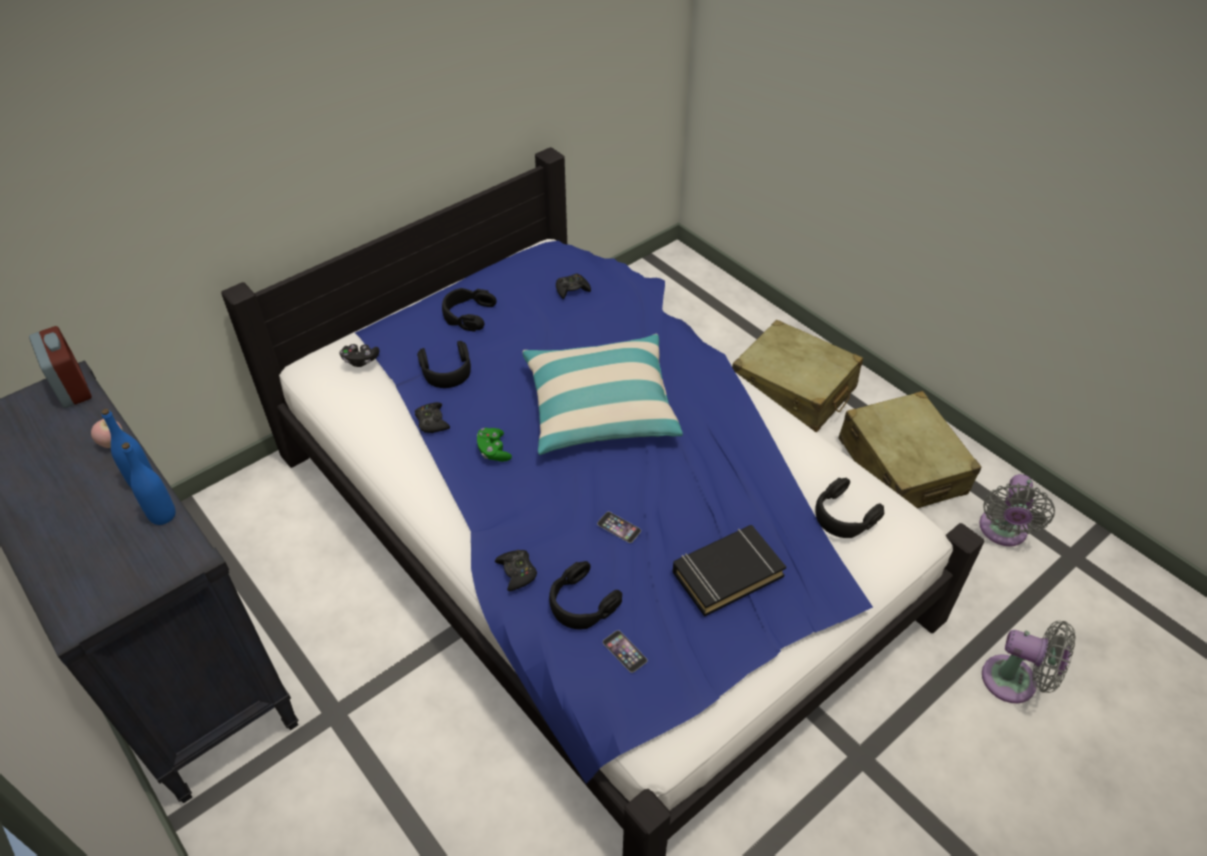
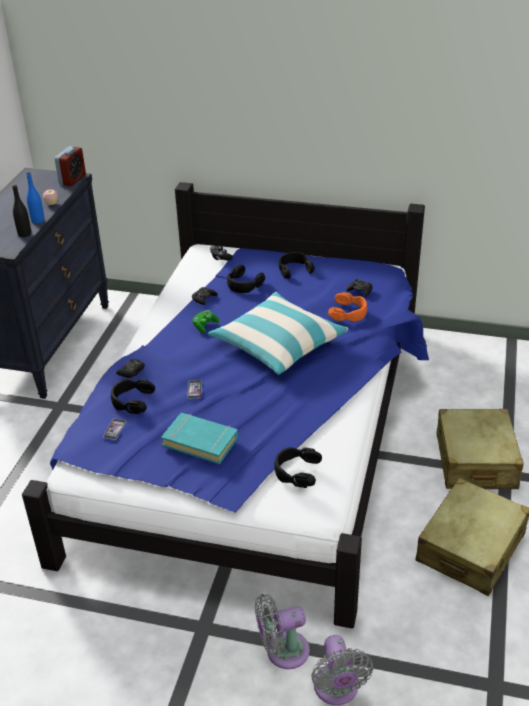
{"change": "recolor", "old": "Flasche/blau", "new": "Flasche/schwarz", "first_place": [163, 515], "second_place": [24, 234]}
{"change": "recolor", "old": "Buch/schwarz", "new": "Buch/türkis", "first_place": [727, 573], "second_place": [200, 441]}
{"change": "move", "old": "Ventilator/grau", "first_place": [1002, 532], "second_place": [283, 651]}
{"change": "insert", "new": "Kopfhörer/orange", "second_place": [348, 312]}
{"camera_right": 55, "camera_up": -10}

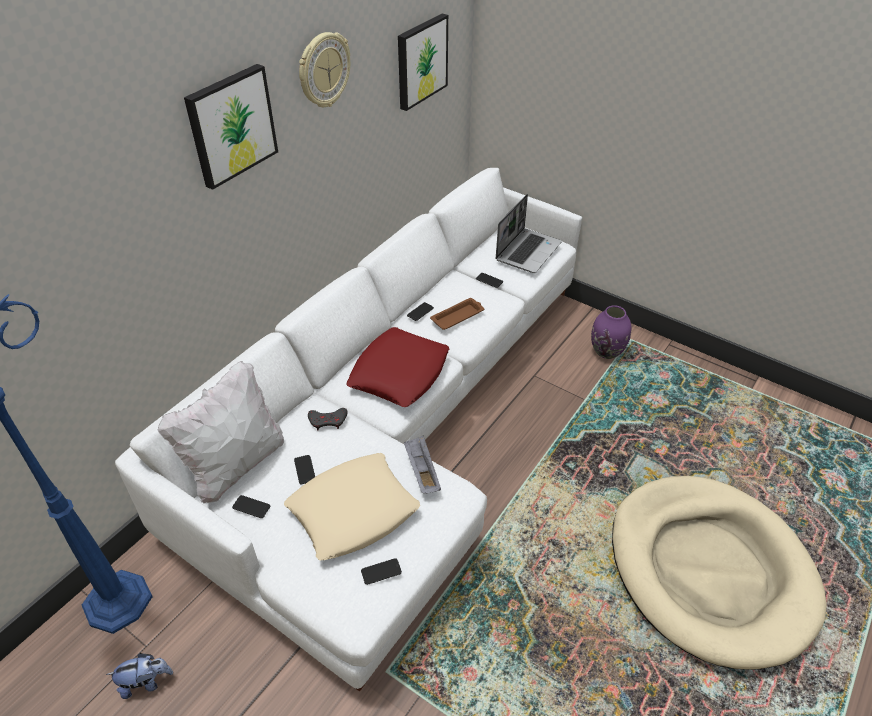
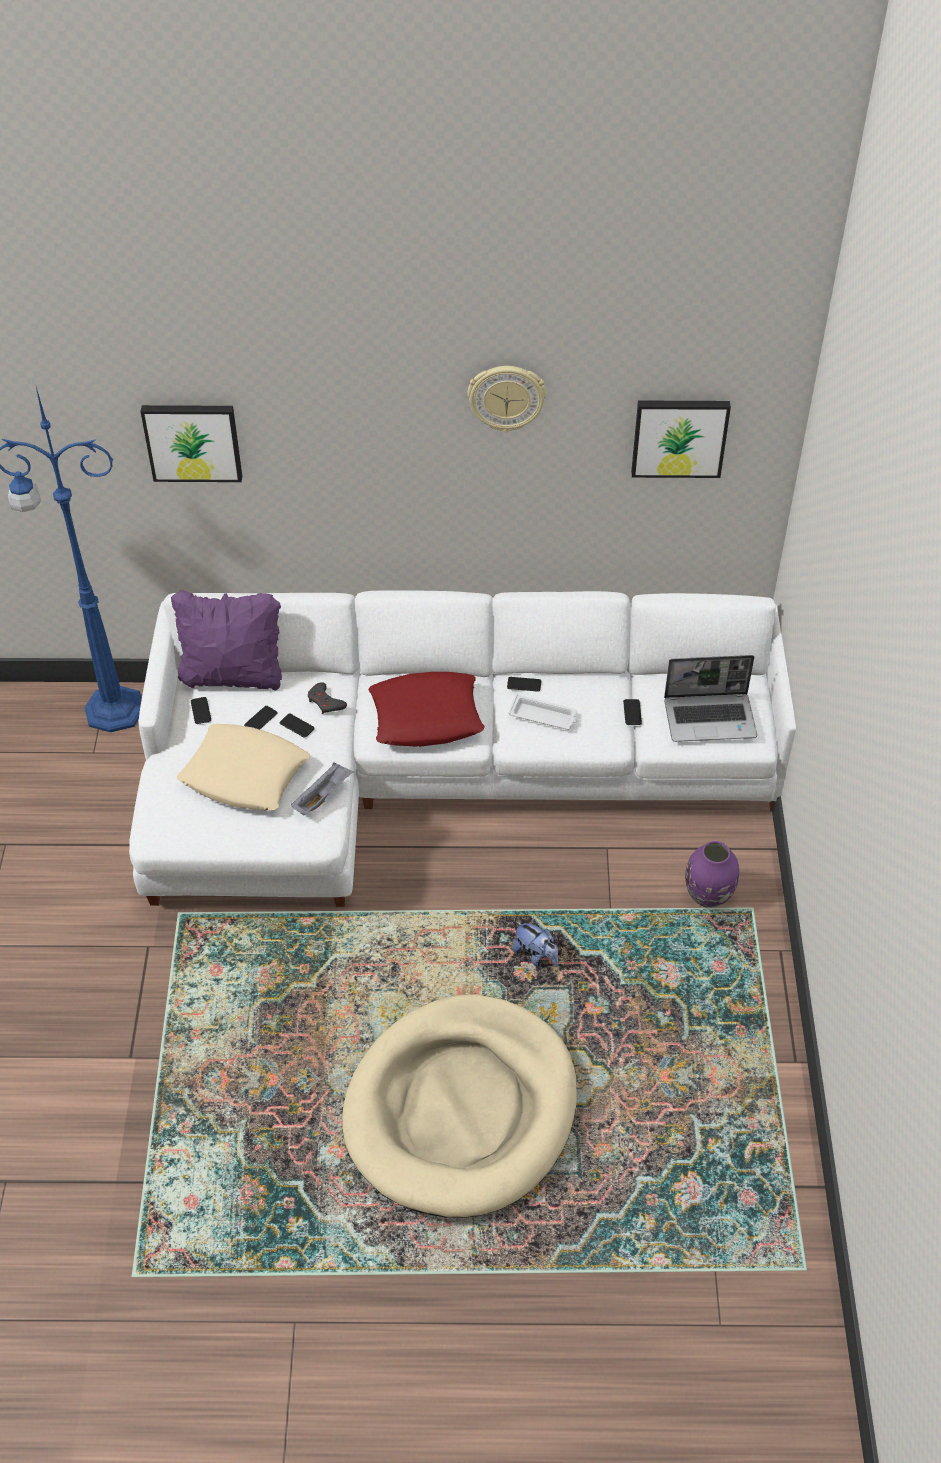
{"change": "move", "old": "Plüschtier", "first_place": [146, 682], "second_place": [536, 955]}
{"change": "recolor", "old": "Kissen/weiß", "new": "Kissen/lila", "first_place": [236, 466], "second_place": [233, 676]}
{"change": "move", "old": "Bild", "first_place": [231, 125], "second_place": [193, 441]}
{"change": "move", "old": "Handy", "first_place": [381, 572], "second_place": [297, 726]}
{"change": "recolor", "old": "Tablett/braun", "new": "Tablett/weiß", "first_place": [458, 316], "second_place": [543, 716]}
{"camera_right": 55, "camera_up": 5}

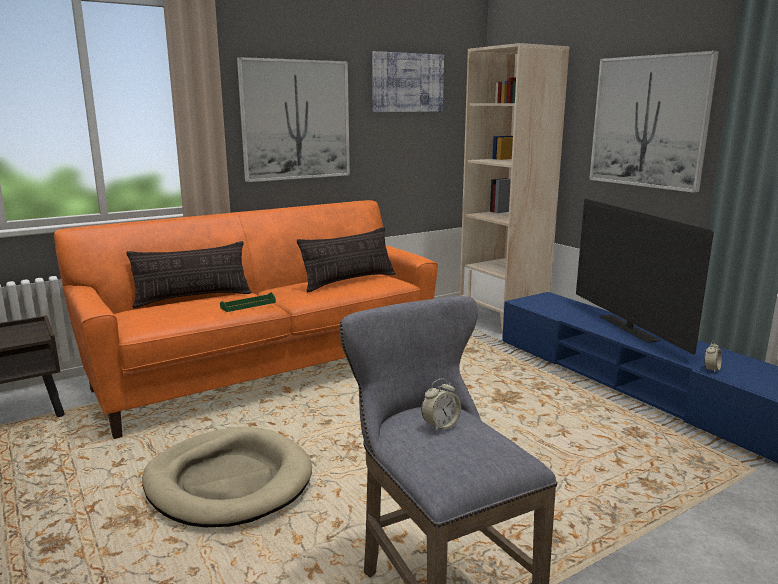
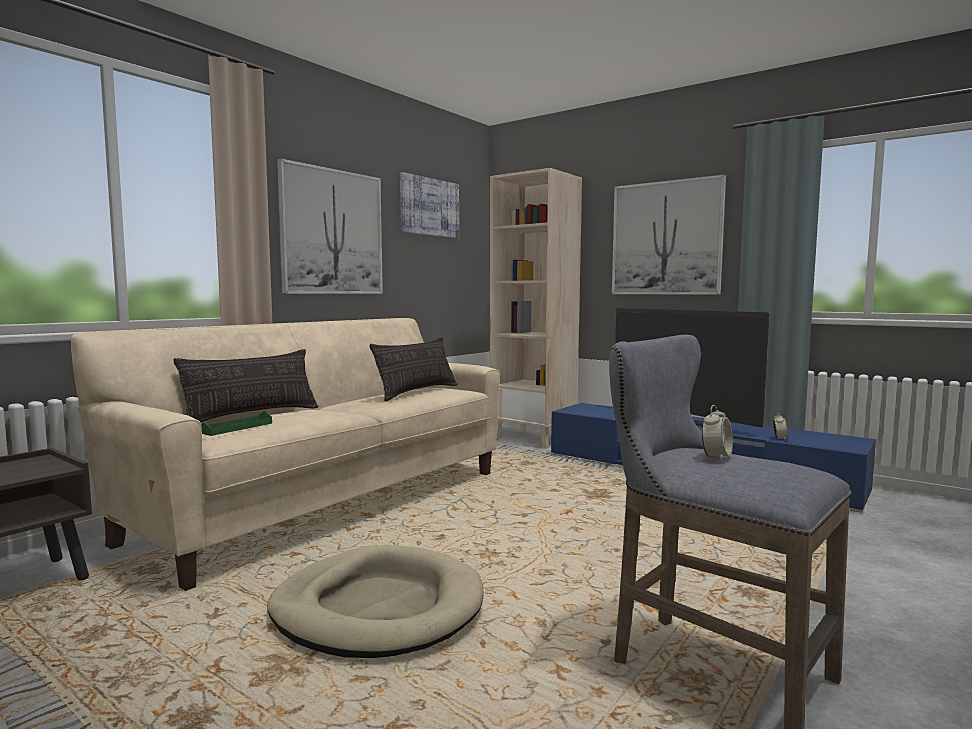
{"change": "recolor", "old": "Sofa/orange", "new": "Sofa/beige", "first_place": [266, 373], "second_place": [329, 504]}
{"change": "move", "old": "Tablett/grün", "first_place": [248, 305], "second_place": [236, 428]}
{"camera_right": -20, "camera_up": -10}

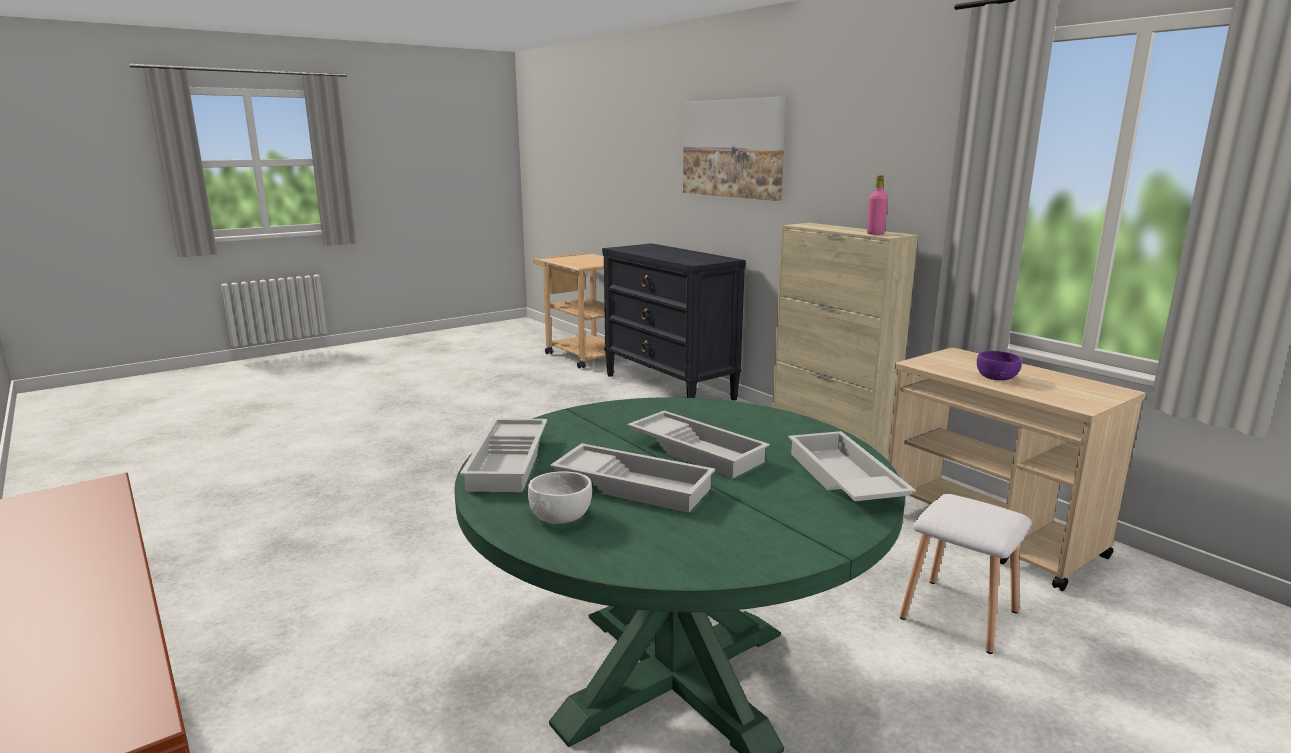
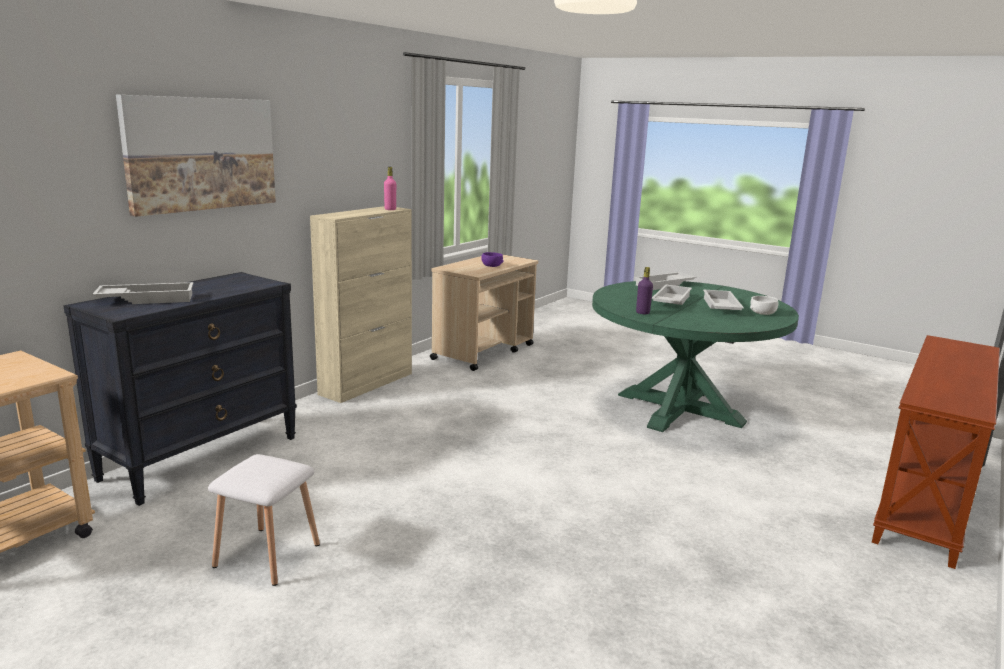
{"change": "move", "old": "Tablett/weiß", "first_place": [510, 462], "second_place": [147, 299]}
{"change": "move", "old": "Hocker/weiß", "first_place": [961, 615], "second_place": [267, 554]}
{"change": "insert", "new": "Flasche/lila", "second_place": [642, 313]}
{"camera_right": -110, "camera_up": 0}

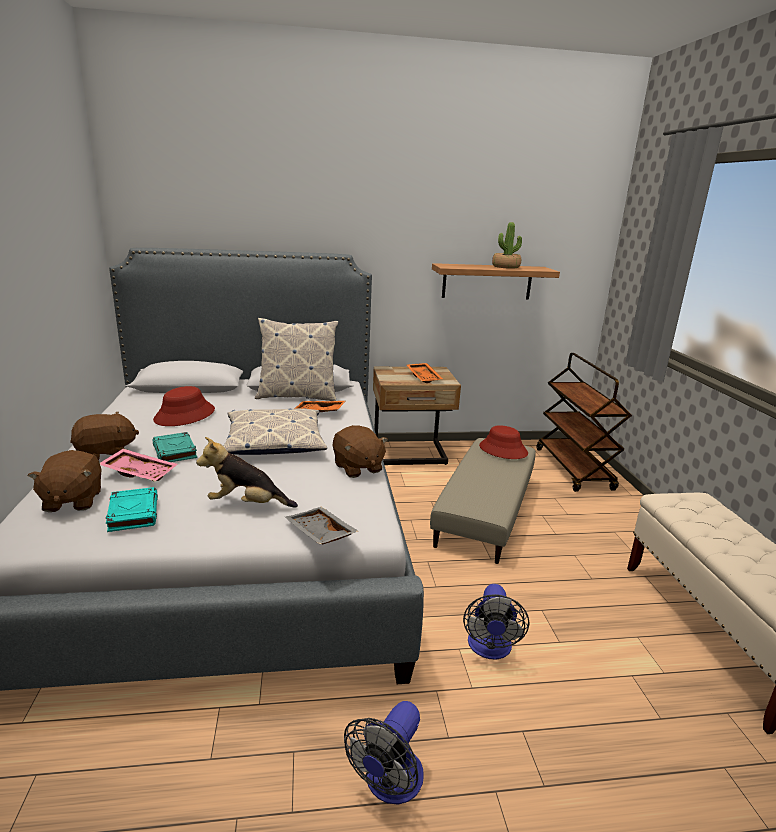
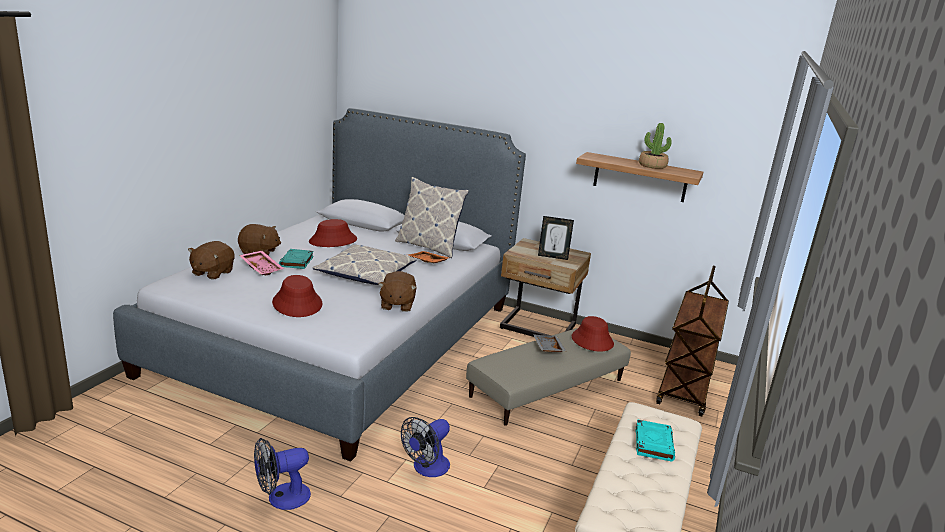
{"change": "move", "old": "Buch/türkis", "first_place": [133, 513], "second_place": [653, 443]}
{"change": "replace", "old": "Plüschtier", "new": "Hut/rot", "first_place": [247, 504], "second_place": [297, 303]}
{"change": "move", "old": "Tablett/grau", "first_place": [319, 534], "second_place": [547, 348]}
{"change": "replace", "old": "Tablett/orange", "new": "Bilderrahmen", "first_place": [424, 377], "second_place": [553, 257]}
{"camera_right": 30, "camera_up": 0}

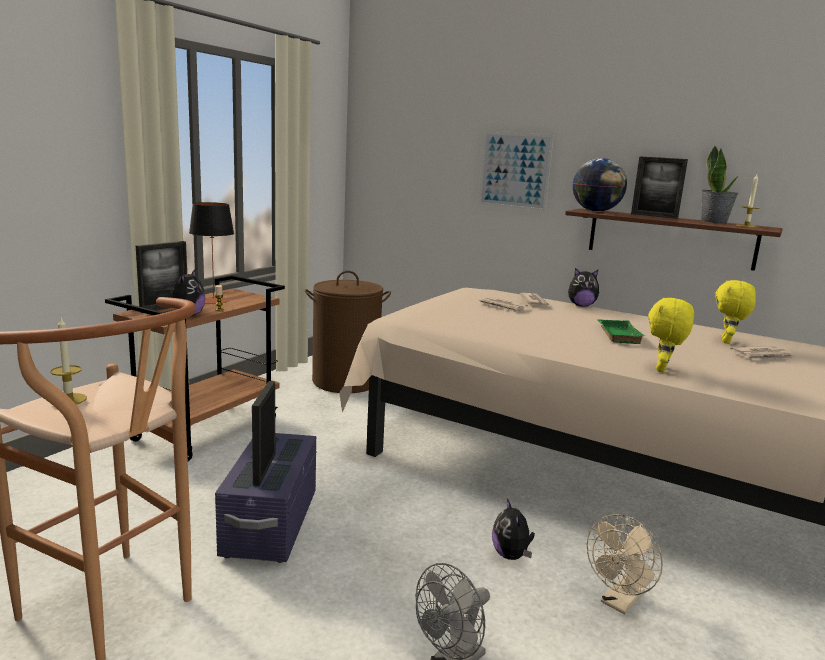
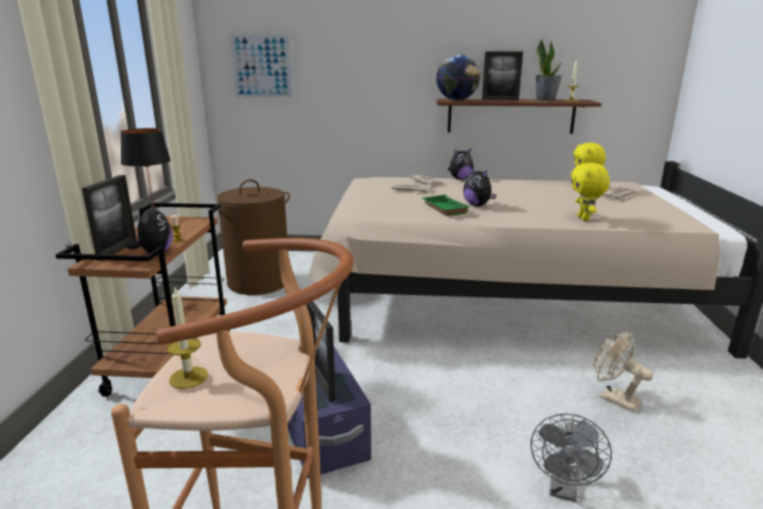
{"change": "move", "old": "Bild", "first_place": [514, 170], "second_place": [261, 66]}
{"change": "move", "old": "Plüschtier", "first_place": [511, 555], "second_place": [477, 205]}
{"change": "rotate", "old": "Ventilator/beige", "first_place": [619, 602], "second_place": [613, 398], "degrees": 120}
{"change": "move", "old": "Tablett/grün", "first_place": [616, 335], "second_place": [443, 209]}
{"camera_right": -25, "camera_up": 5}

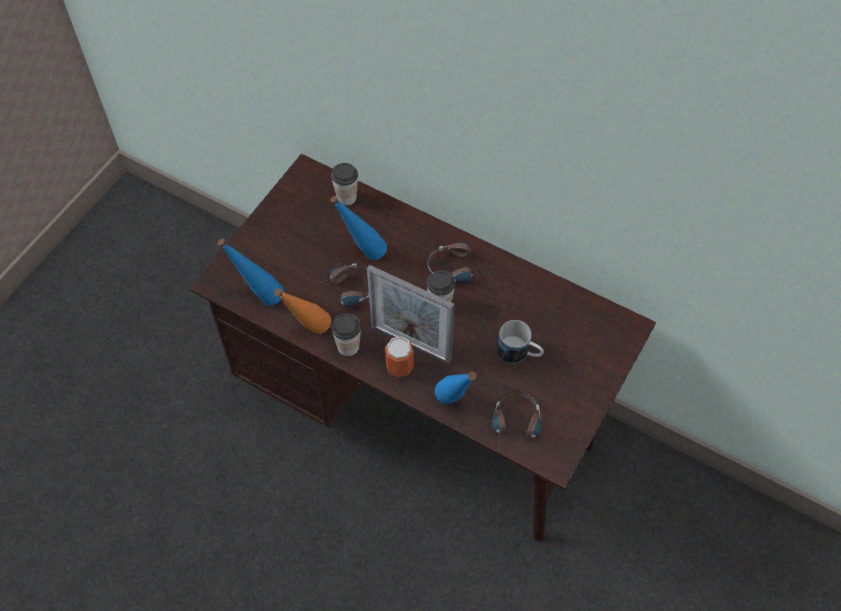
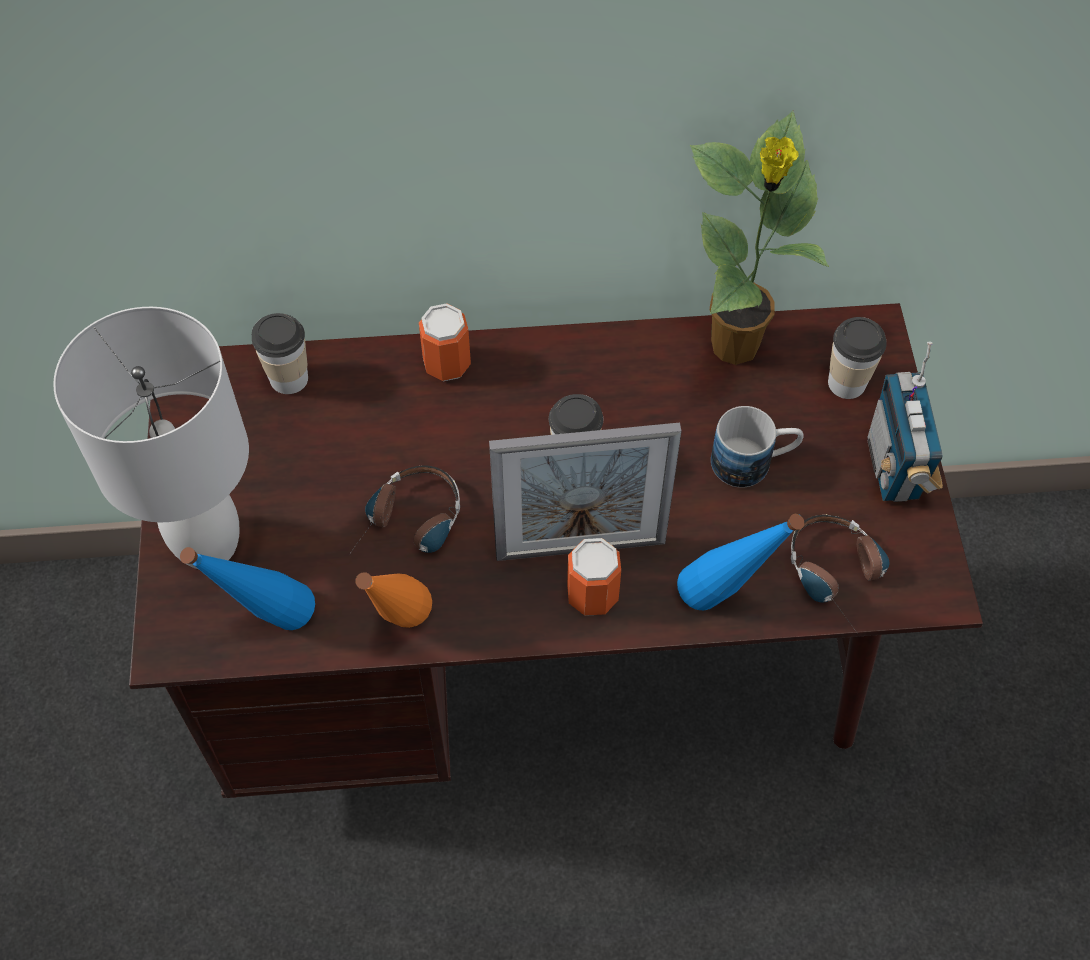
{"change": "delete", "old": "Flasche/blau", "first_place": [362, 254]}
{"change": "move", "old": "Tasse", "first_place": [348, 346], "second_place": [846, 383]}
{"change": "delete", "old": "Kopfhörer", "first_place": [459, 267]}
{"change": "insert", "new": "Tischlampe/weiß", "second_place": [210, 545]}
{"change": "insert", "new": "Dose", "second_place": [447, 364]}
{"change": "insert", "new": "Topfpflanze", "second_place": [736, 348]}
{"change": "insert", "new": "Radio", "second_place": [895, 468]}
{"camera_right": -35, "camera_up": 0}

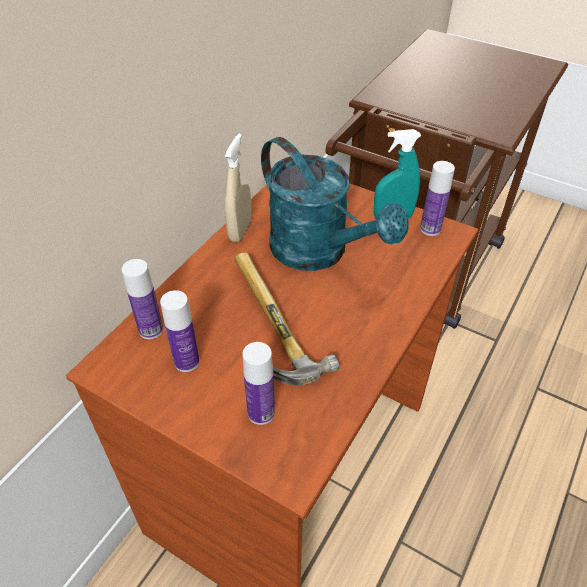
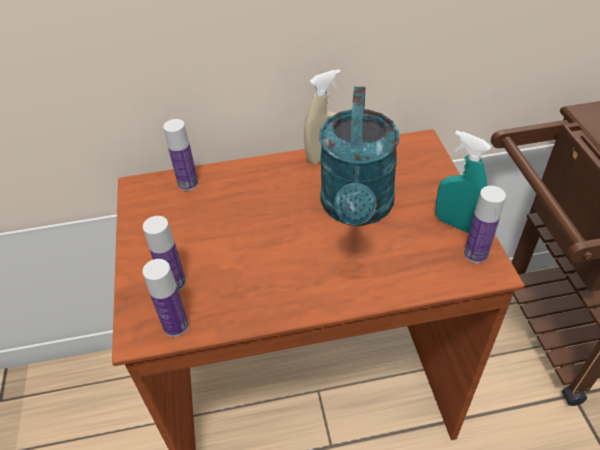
{"change": "move", "old": "Flasche", "first_place": [186, 361], "second_place": [176, 326]}
{"change": "delete", "old": "Hammer", "first_place": [266, 324]}
{"camera_right": 50, "camera_up": 0}

